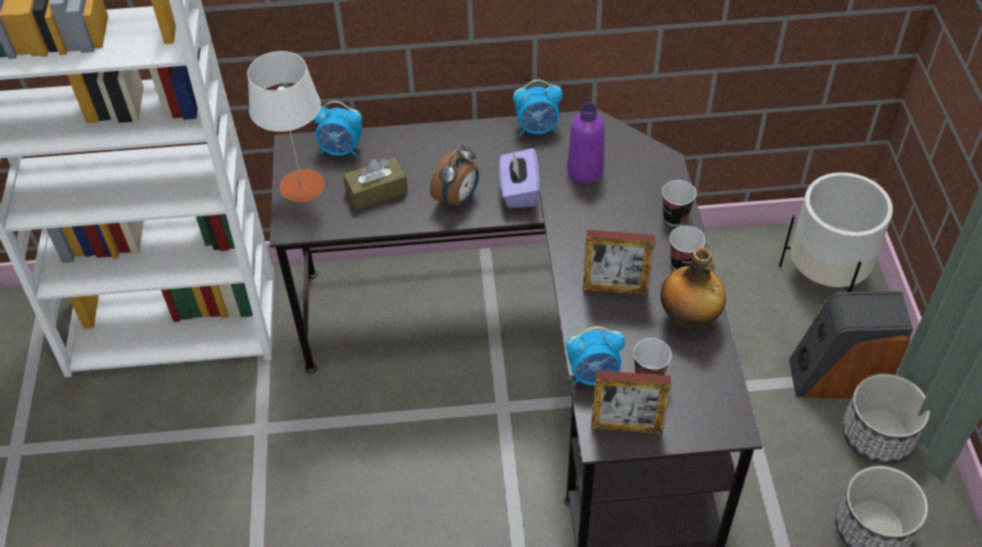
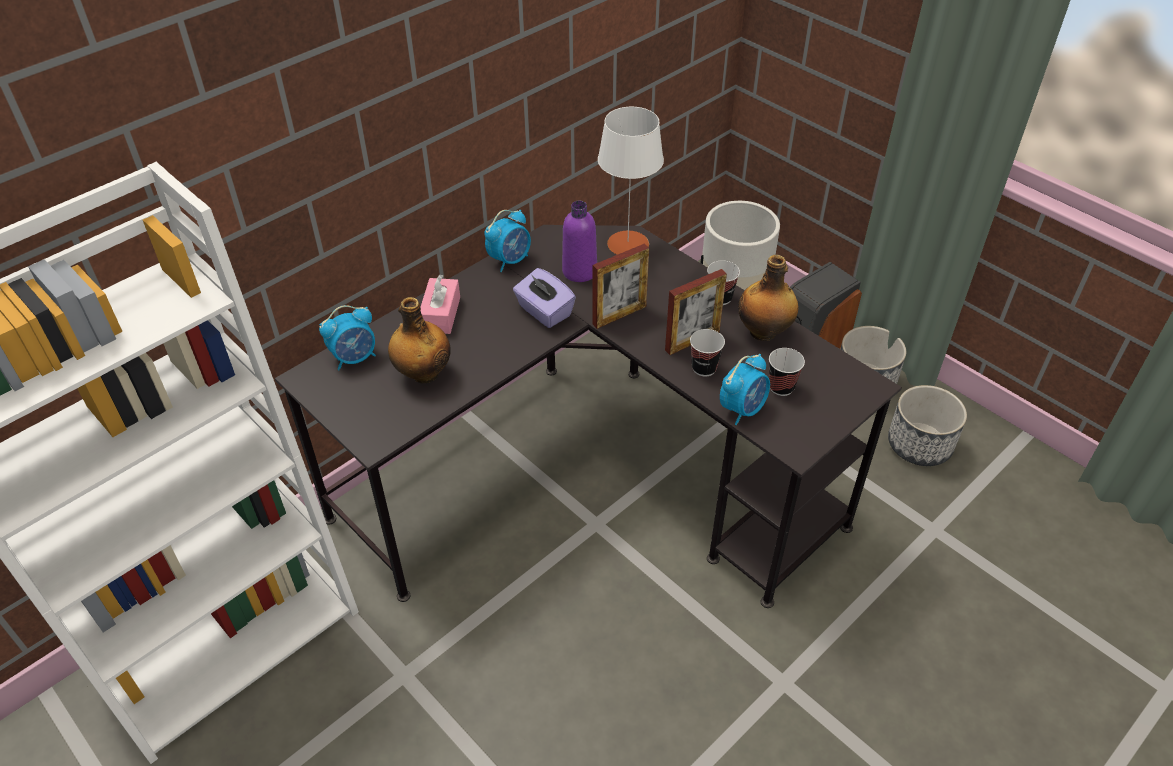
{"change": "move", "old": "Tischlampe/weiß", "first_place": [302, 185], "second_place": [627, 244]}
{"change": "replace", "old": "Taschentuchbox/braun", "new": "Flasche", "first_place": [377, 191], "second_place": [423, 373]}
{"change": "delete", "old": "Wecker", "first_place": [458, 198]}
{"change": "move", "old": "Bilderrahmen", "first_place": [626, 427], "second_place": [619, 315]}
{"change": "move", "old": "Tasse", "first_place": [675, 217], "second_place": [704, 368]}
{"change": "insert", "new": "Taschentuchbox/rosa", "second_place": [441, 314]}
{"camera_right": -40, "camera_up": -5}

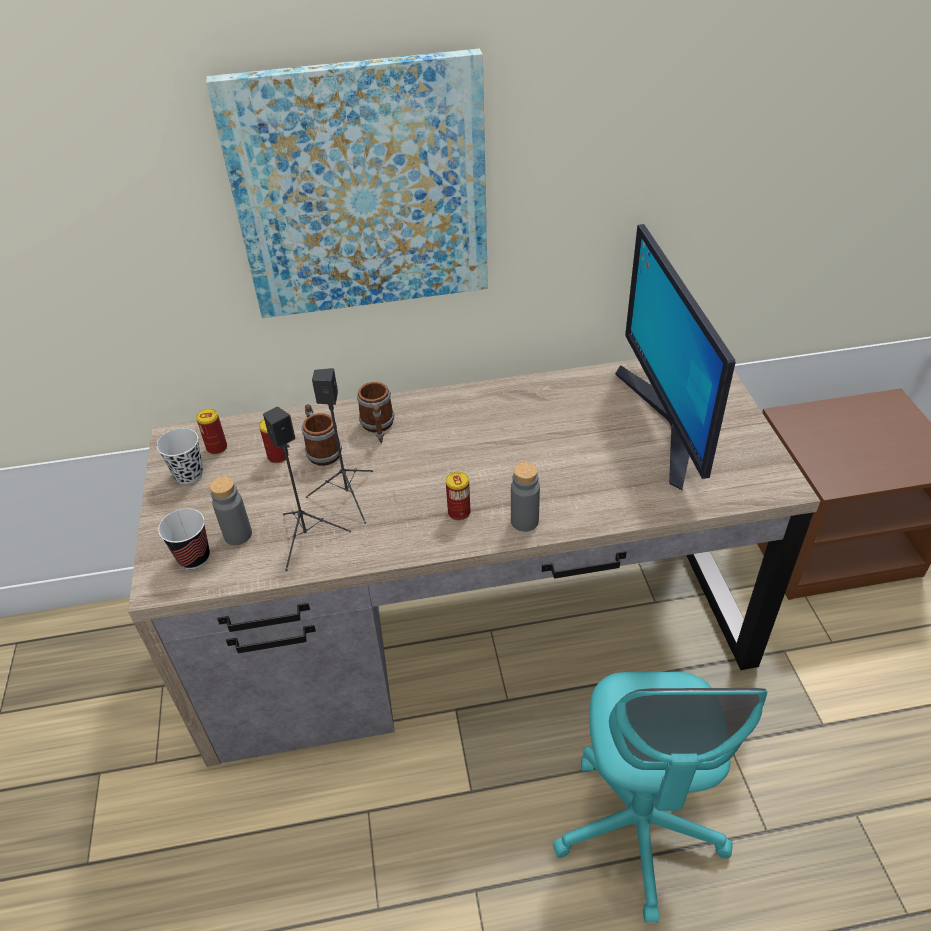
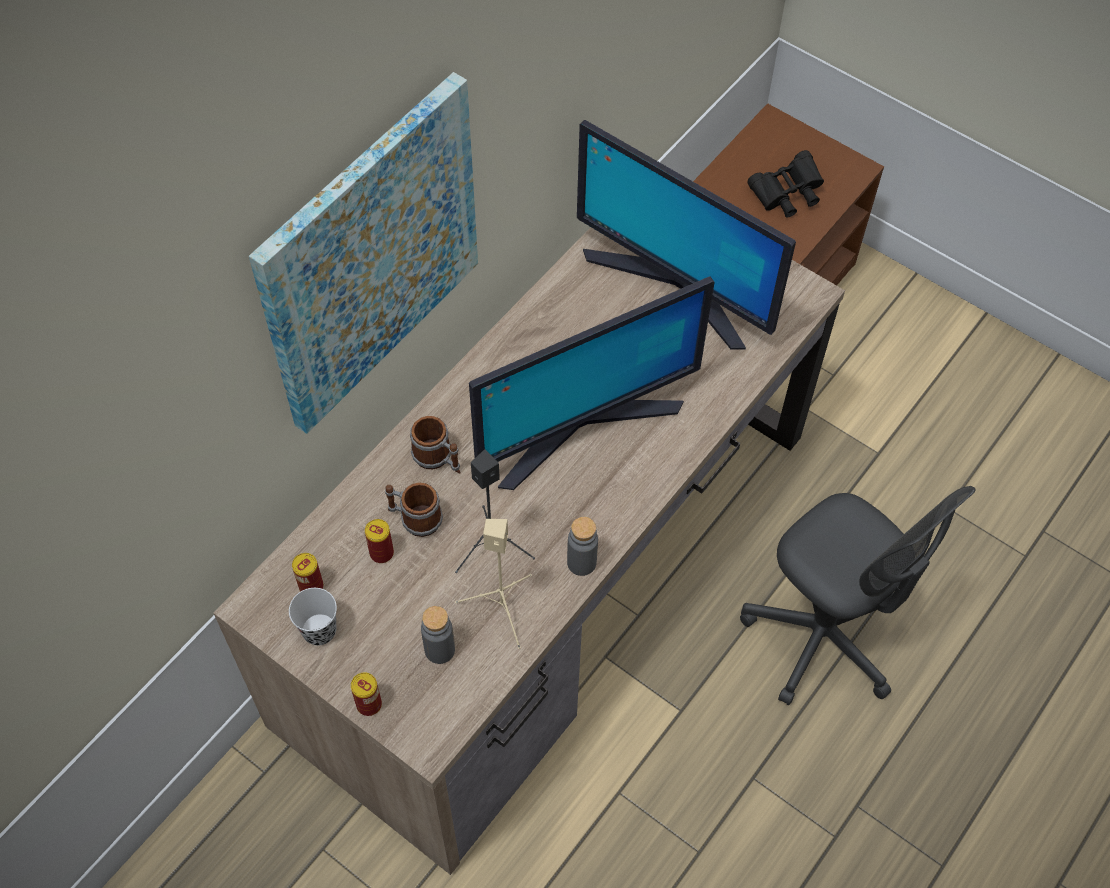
{"change": "delete", "old": "Tasse", "first_place": [194, 557]}
{"change": "recolor", "old": "Lautsprecher/schwarz", "new": "Lautsprecher/beige", "first_place": [307, 537], "second_place": [502, 607]}
{"change": "move", "old": "Dose", "first_place": [459, 512], "second_place": [369, 704]}
{"change": "move", "old": "Flasche/grau", "first_place": [524, 521], "second_place": [581, 562]}
{"change": "recolor", "old": "Bürostuhl/türkis", "new": "Bürostuhl/grau", "first_place": [639, 829], "second_place": [822, 637]}
{"change": "insert", "new": "Monitor", "second_place": [582, 427]}
{"change": "insert", "new": "Fernglas/schwarz", "second_place": [786, 195]}
{"camera_right": -45, "camera_up": 15}

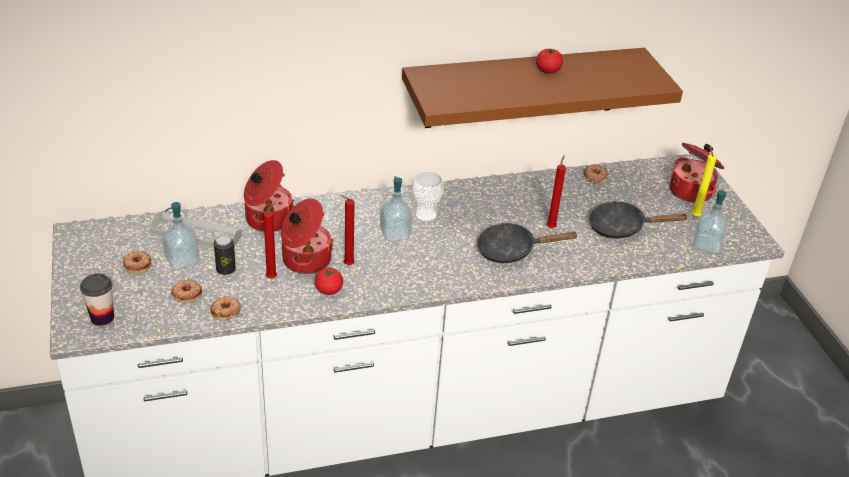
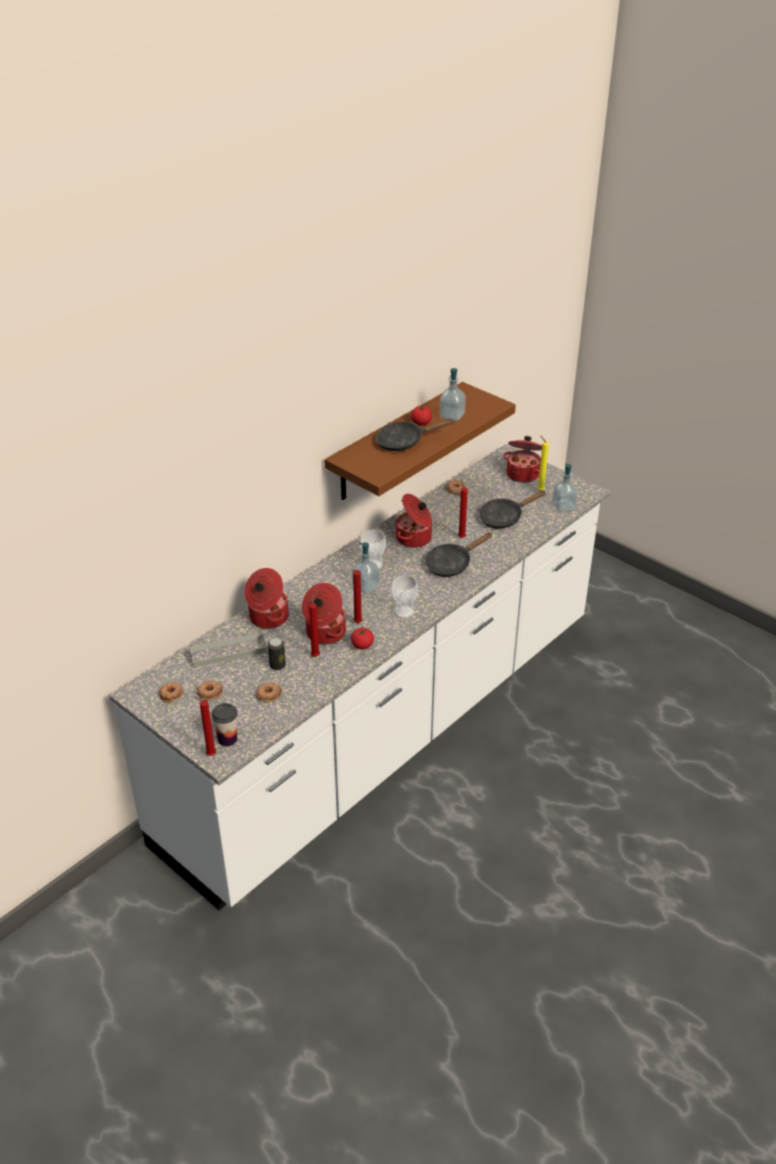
{"change": "move", "old": "Seifenspender", "first_place": [182, 260], "second_place": [452, 416]}
{"change": "move", "old": "Donut", "first_place": [226, 311], "second_place": [171, 694]}
{"change": "insert", "new": "Kerze/rot", "second_place": [209, 754]}
{"change": "insert", "new": "Pfanne/schwarz", "second_place": [404, 442]}
{"change": "insert", "new": "Tasse", "second_place": [404, 612]}
{"change": "insert", "new": "Kochtopf", "second_place": [414, 538]}
{"camera_right": -30, "camera_up": 0}

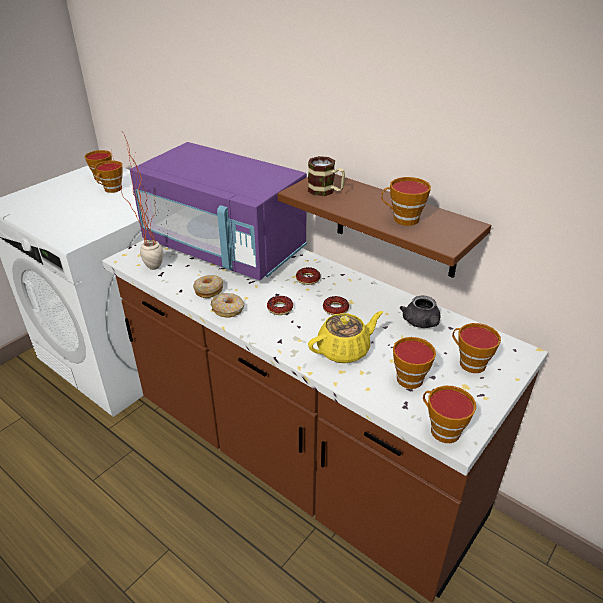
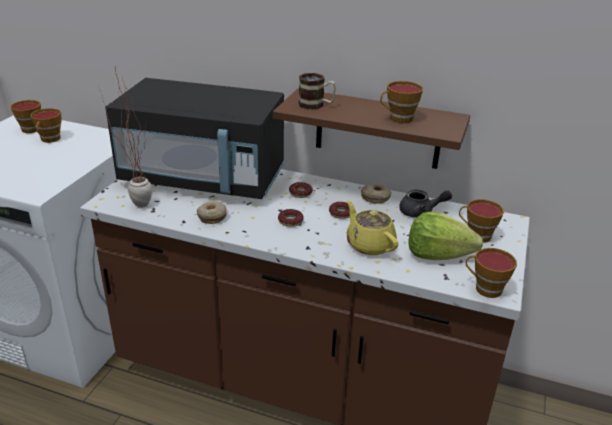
{"change": "recolor", "old": "Mikrowelle/lila", "new": "Mikrowelle/schwarz", "first_place": [225, 248], "second_place": [204, 178]}
{"change": "move", "old": "Donut", "first_place": [228, 309], "second_place": [375, 198]}
{"change": "rotate", "old": "Teekanne/gelb", "first_place": [344, 350], "second_place": [369, 244], "degrees": -75}
{"change": "replace", "old": "Tasse", "new": "Salatkopf", "first_place": [411, 377], "second_place": [438, 255]}
{"change": "rotate", "old": "Teekanne/grau", "first_place": [422, 323], "second_place": [421, 212], "degrees": -60}
{"camera_right": -20, "camera_up": -5}

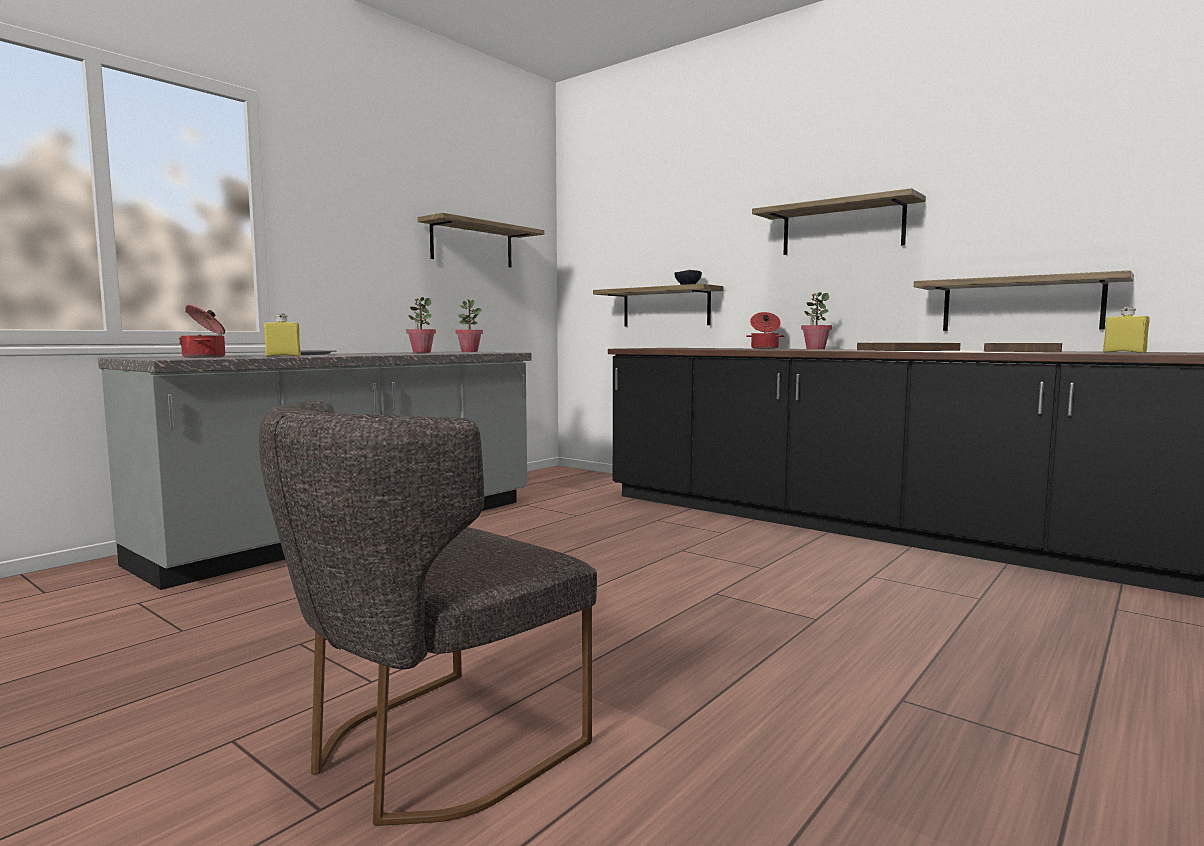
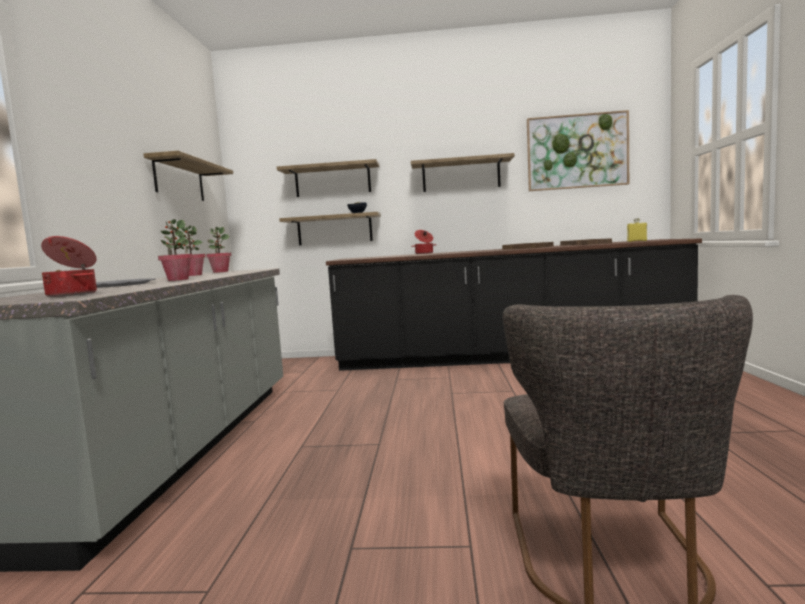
{"change": "delete", "old": "Flasche/gelb", "first_place": [283, 356]}
{"change": "move", "old": "Topfpflanze", "first_place": [815, 349], "second_place": [178, 280]}
{"change": "move", "old": "Wandregal", "first_place": [1020, 304], "second_place": [332, 180]}
{"change": "insert", "new": "Bild", "second_place": [577, 152]}
{"camera_right": -35, "camera_up": 0}

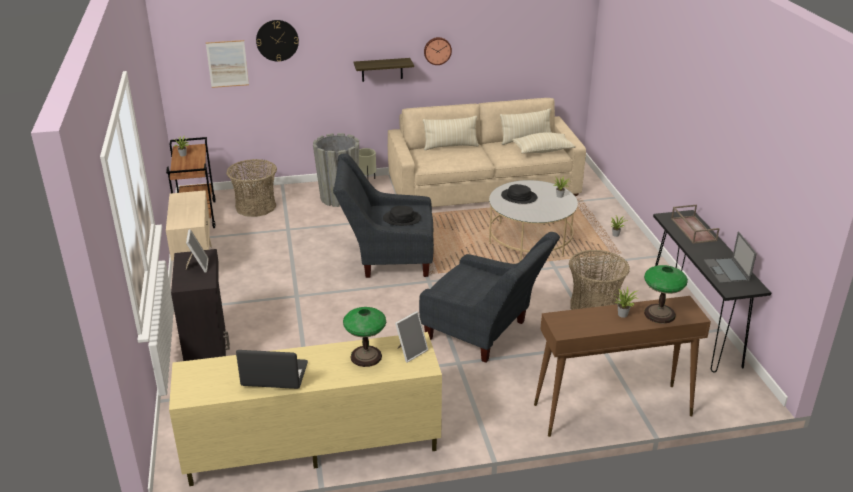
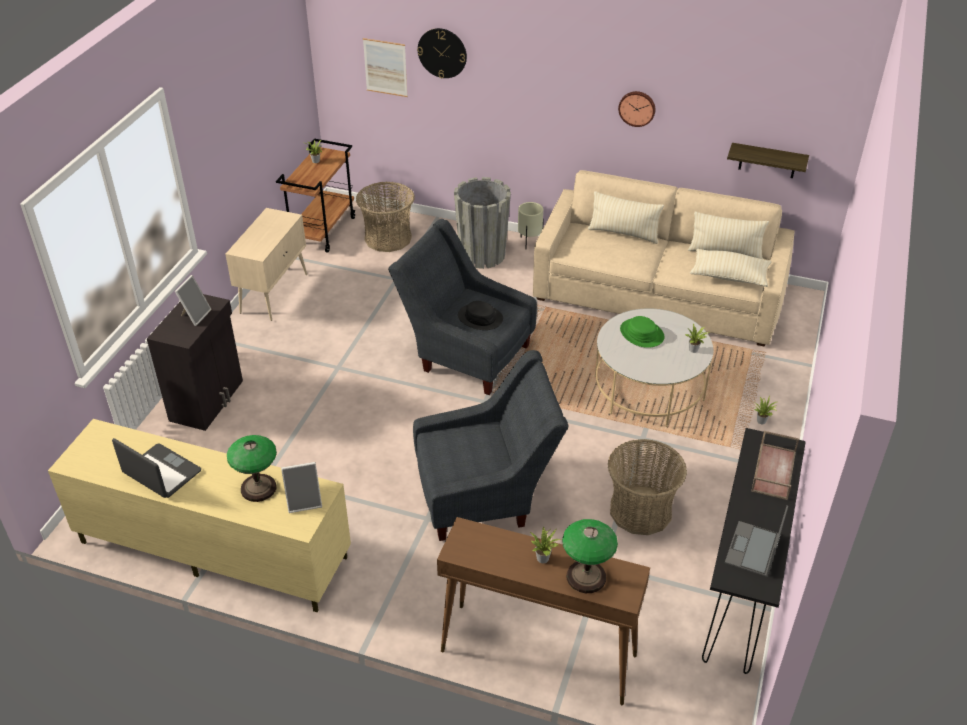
{"change": "move", "old": "Wandregal", "first_place": [382, 69], "second_place": [767, 161]}
{"change": "rotate", "old": "Sessel/grau", "first_place": [485, 334], "second_place": [486, 495], "degrees": -75}
{"change": "recolor", "old": "Hut/schwarz", "new": "Hut/grün", "first_place": [519, 197], "second_place": [641, 334]}
{"camera_right": 30, "camera_up": 10}

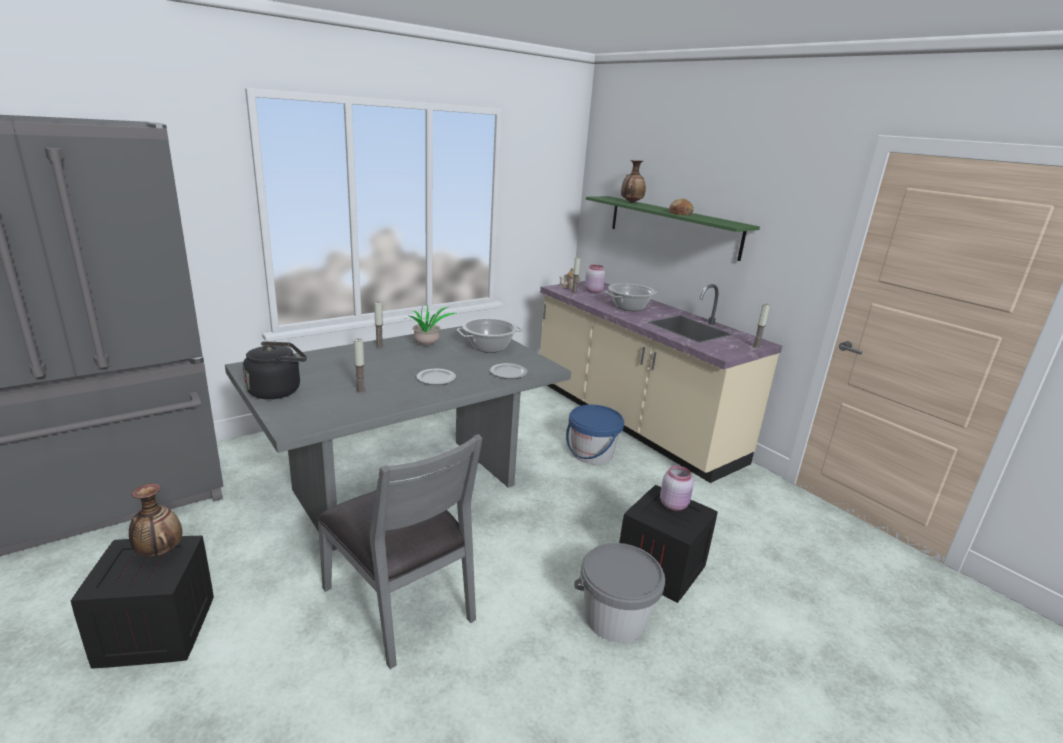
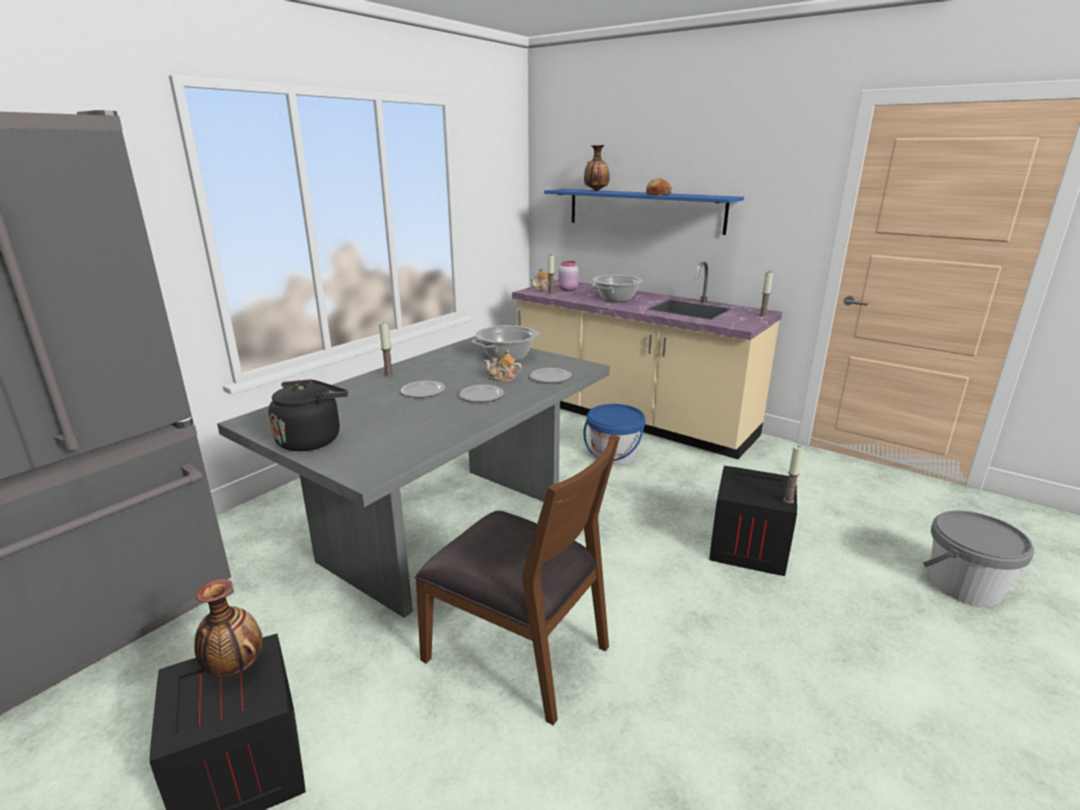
{"change": "recolor", "old": "Stuhl/grau", "new": "Stuhl/braun", "first_place": [401, 602], "second_place": [519, 651]}
{"change": "move", "old": "Kerze", "first_place": [360, 391], "second_place": [788, 500]}
{"change": "delete", "old": "Topfpflanze", "first_place": [427, 346]}
{"change": "move", "old": "Eimer/grau", "first_place": [615, 618], "second_place": [964, 585]}
{"change": "recolor", "old": "Wandregal/grün", "new": "Wandregal/blau", "first_place": [672, 226], "second_place": [644, 210]}
{"change": "delete", "old": "Vorratsglas/rosa", "first_place": [674, 504]}
{"change": "insert", "new": "Teller", "second_place": [423, 391]}
{"change": "insert", "new": "Teekanne", "second_place": [502, 378]}
{"camera_right": -15, "camera_up": 0}

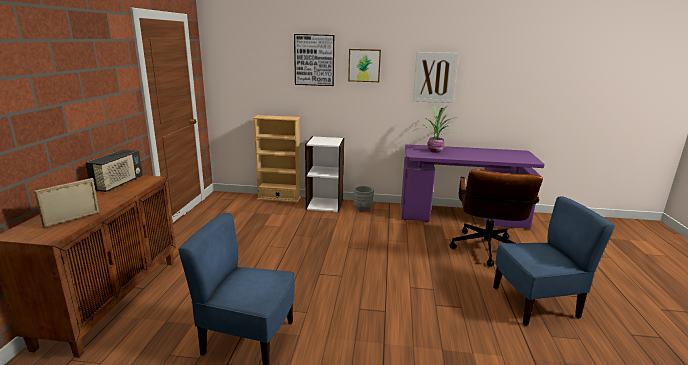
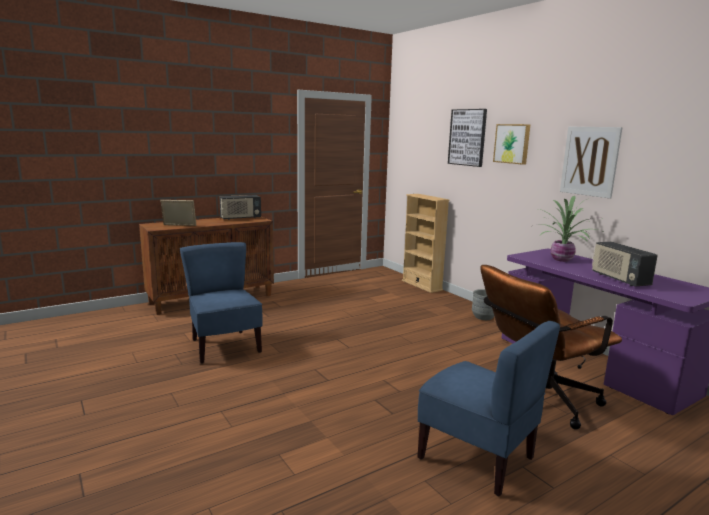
{"change": "delete", "old": "Bücherregal/weiß", "first_place": [325, 204]}
{"change": "insert", "new": "Radio", "second_place": [619, 279]}
{"camera_right": 50, "camera_up": -5}

